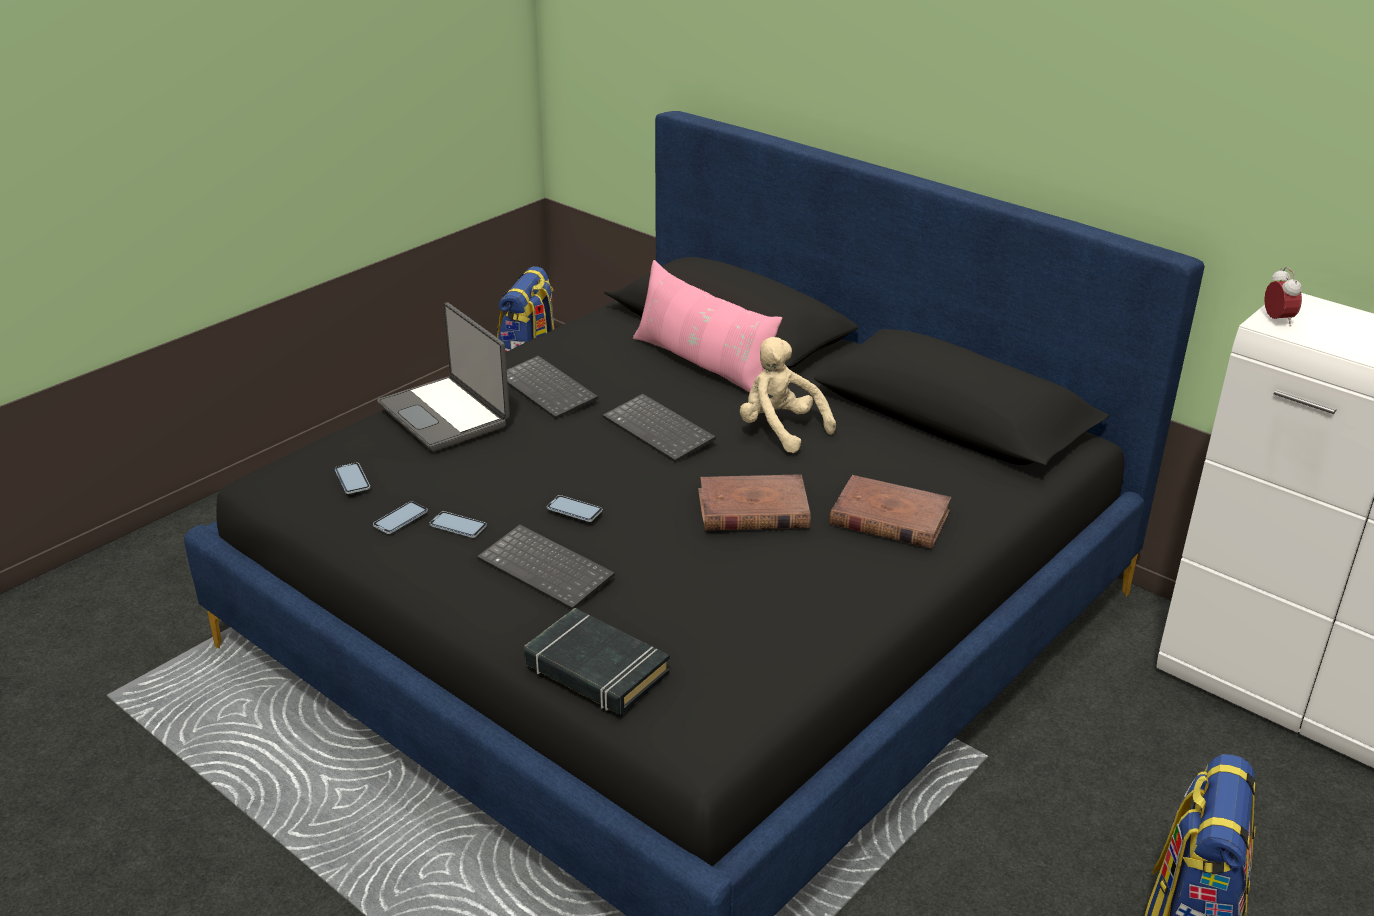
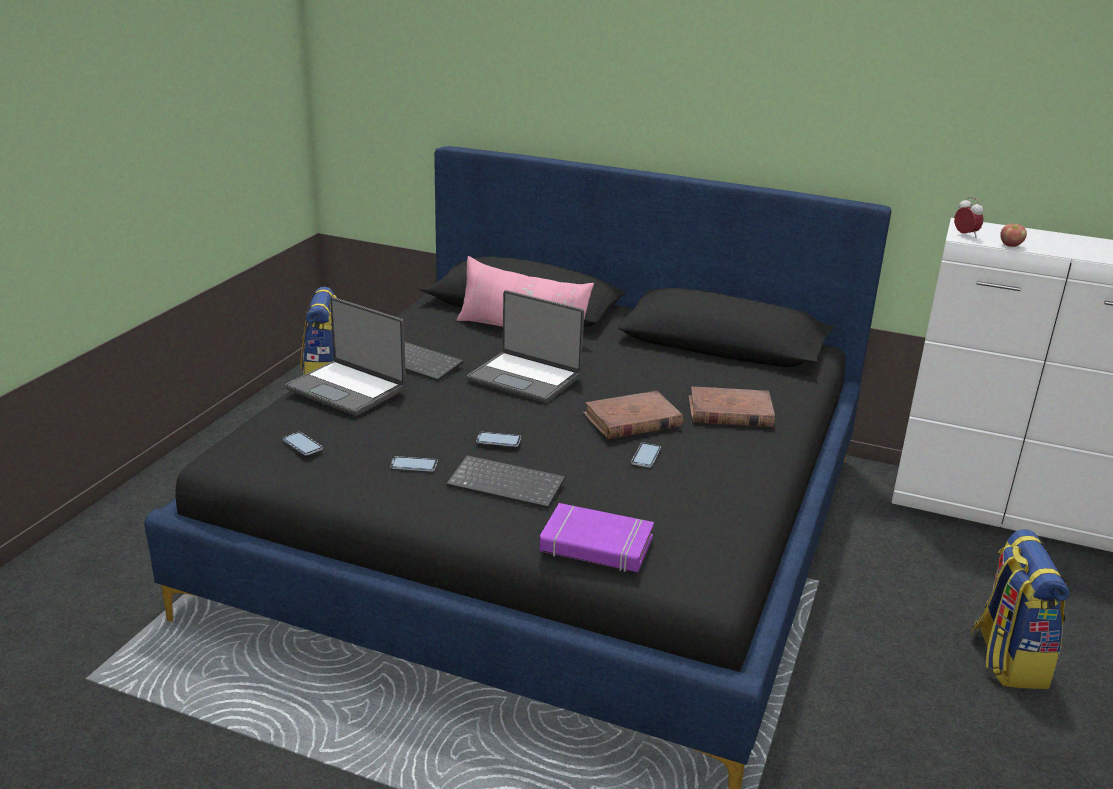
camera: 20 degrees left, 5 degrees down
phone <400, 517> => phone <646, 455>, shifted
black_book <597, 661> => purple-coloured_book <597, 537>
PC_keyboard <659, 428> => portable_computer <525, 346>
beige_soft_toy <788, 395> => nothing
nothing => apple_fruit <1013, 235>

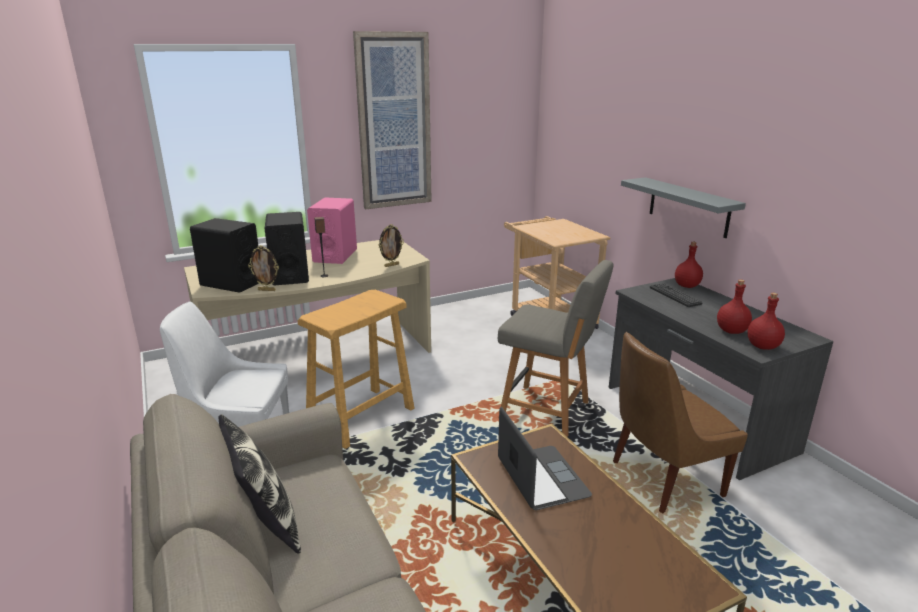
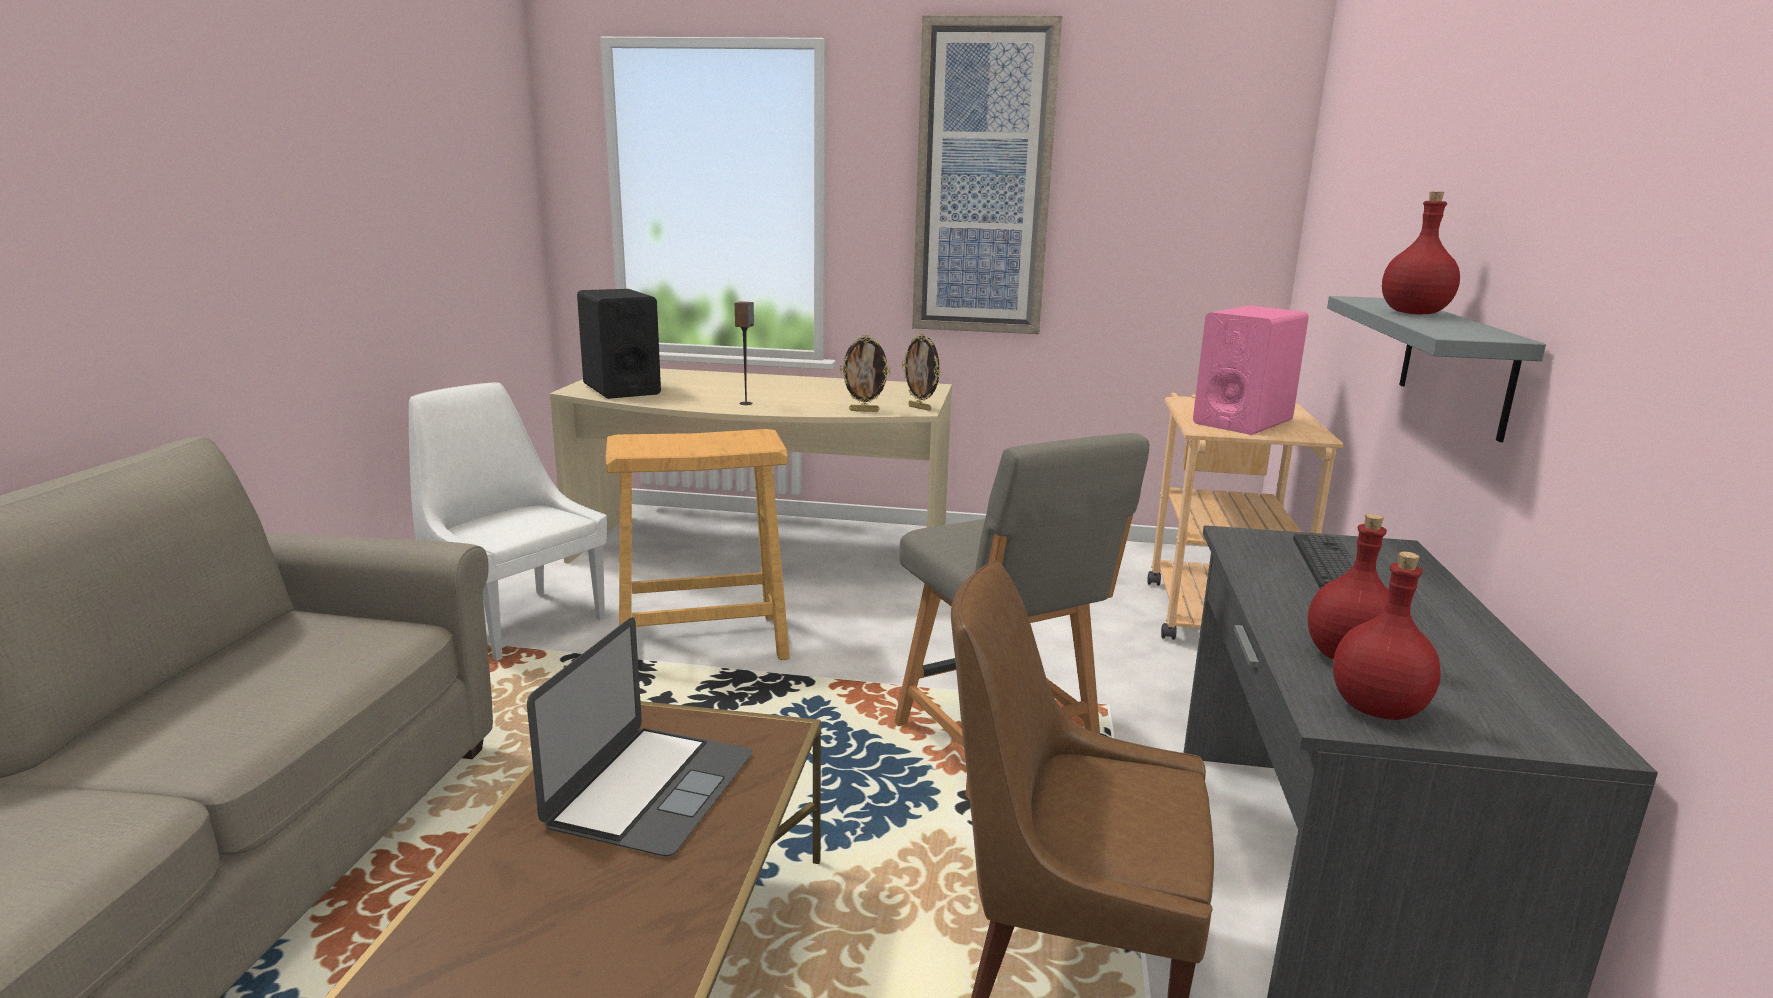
camera: 35 degrees right, 5 degrees down
pillow <259, 484> => nothing
picture_frame <263, 268> => picture_frame <921, 372>, shifted
black_audio_speaker <287, 249> => nothing
pink_audio_speaker <332, 231> => pink_audio_speaker <1251, 370>, shifted
red_bottle <689, 265> => red_bottle <1421, 252>, shifted

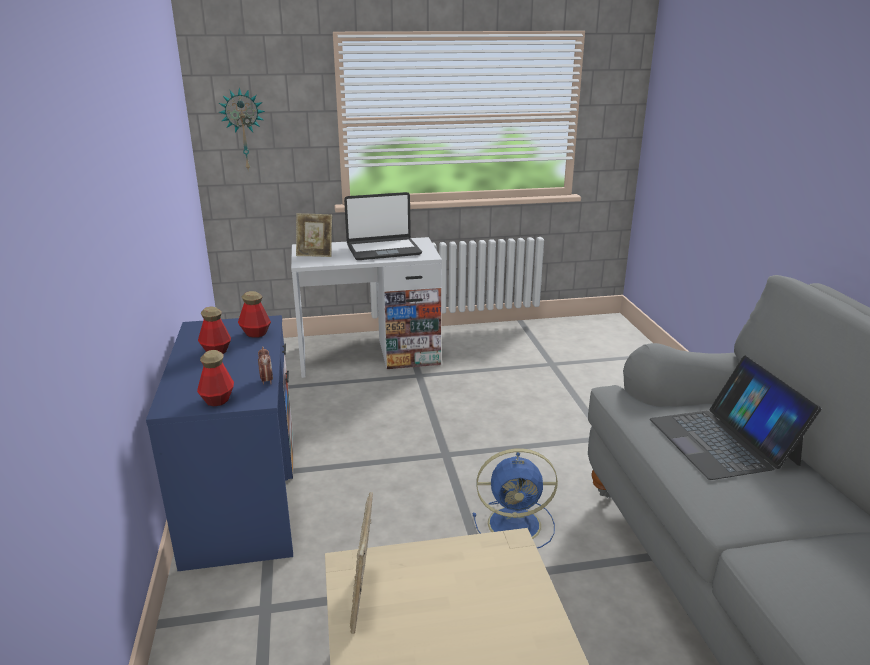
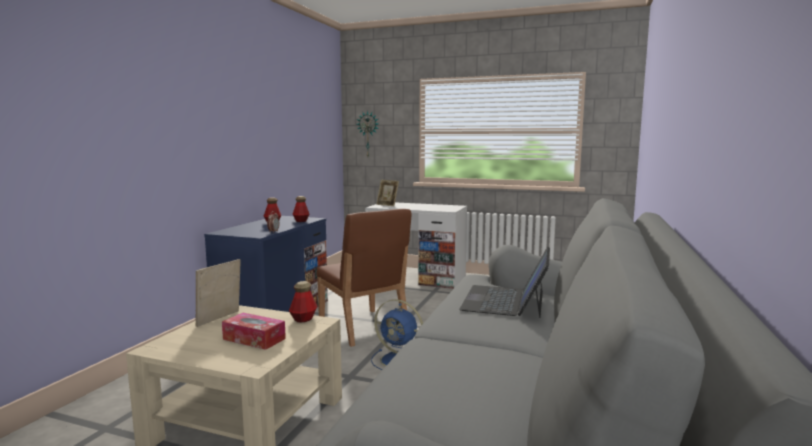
camera: 30 degrees right, 15 degrees down
bottle <215, 378> => bottle <303, 302>, shifted
portable_computer <383, 226> => nothing
nothing => tissue_box <254, 331>
nothing => brown_upright_chair <363, 278>

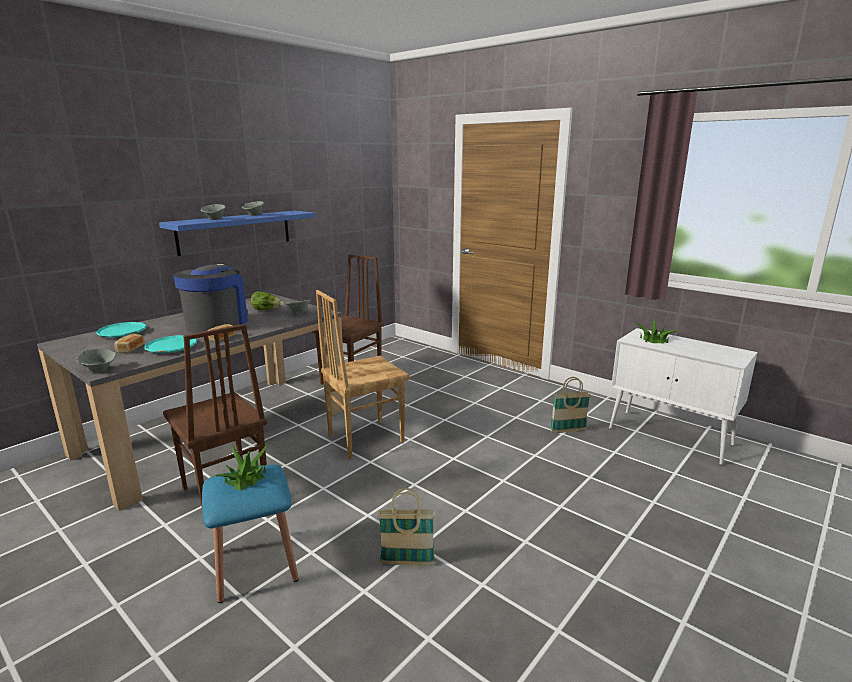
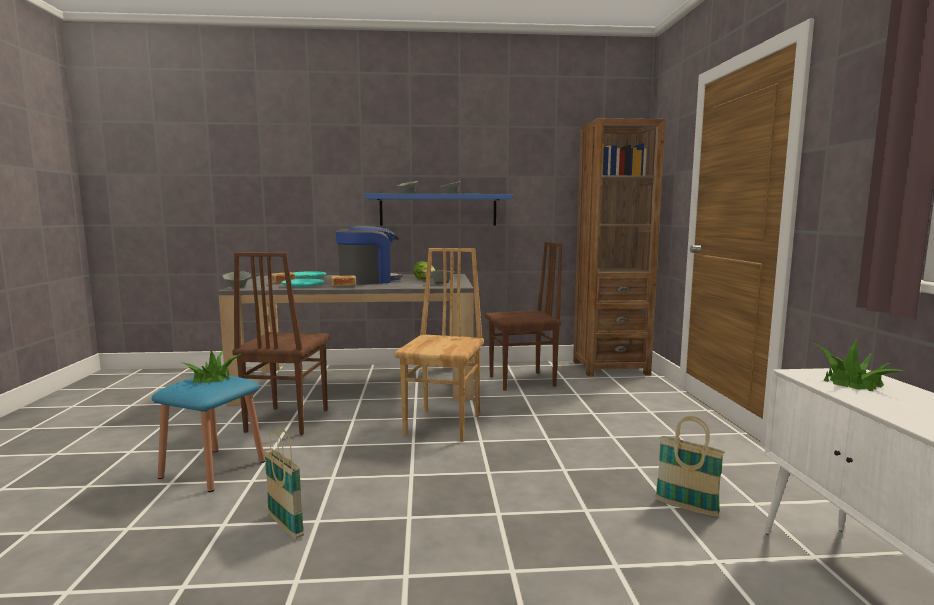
camera: 45 degrees right, 10 degrees down
brown_upright_chair <363, 374> => brown_upright_chair <439, 345>, 90 degrees clockwise
nothing => brown_shelving_unit <619, 247>

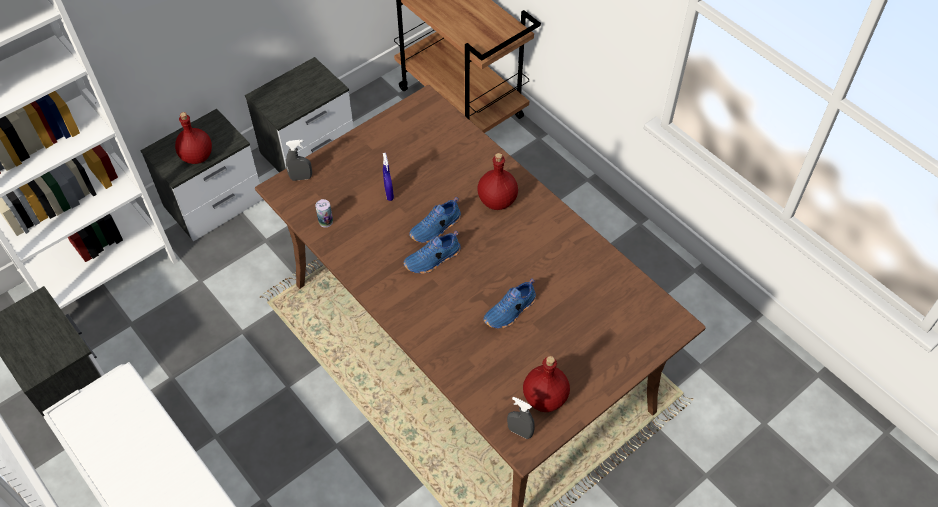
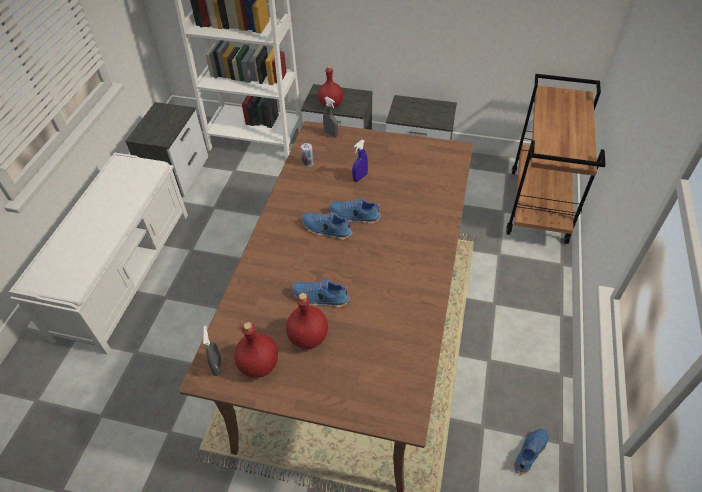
camera: 55 degrees right, 5 degrees down
red_bottle <497, 181> => red_bottle <307, 321>, shifted
nothing => bluish_low_shoe <531, 451>

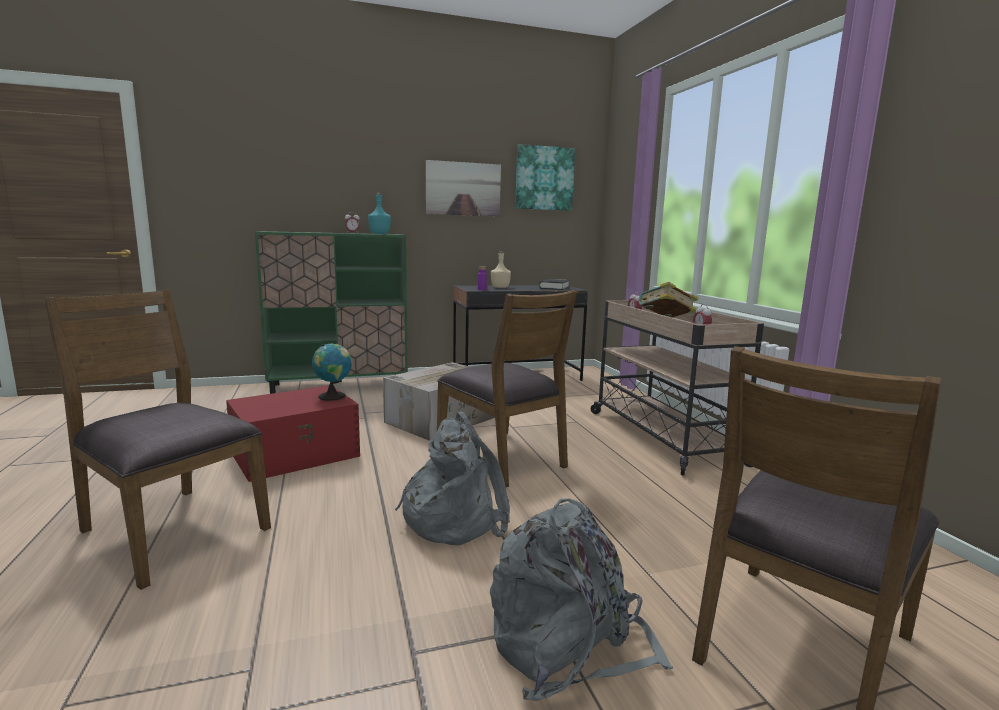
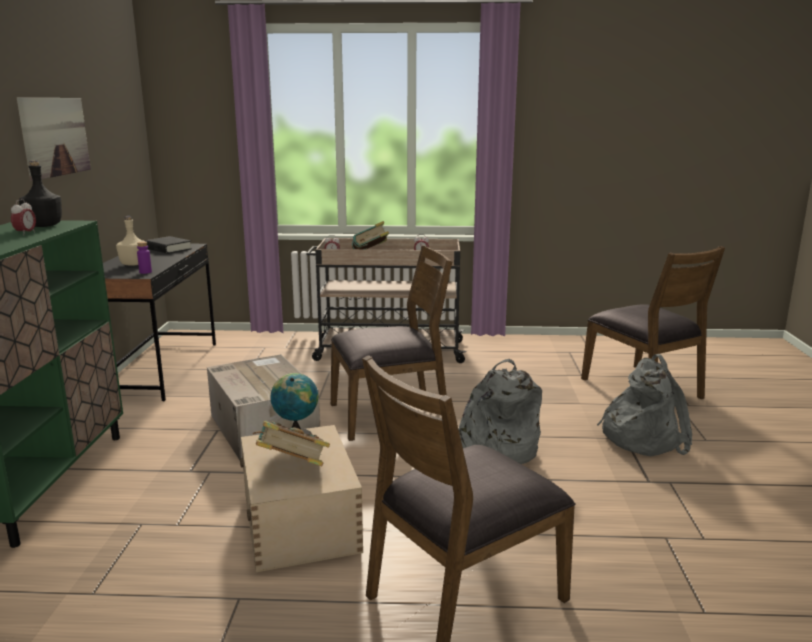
camera: 70 degrees left, 5 degrees up
red_storage_container <293, 433> => beige_storage_container <301, 498>
blue-green_bottle <379, 213> => black_bottle <40, 193>
wall_picture <545, 177> => nothing
nothing => book <291, 443>

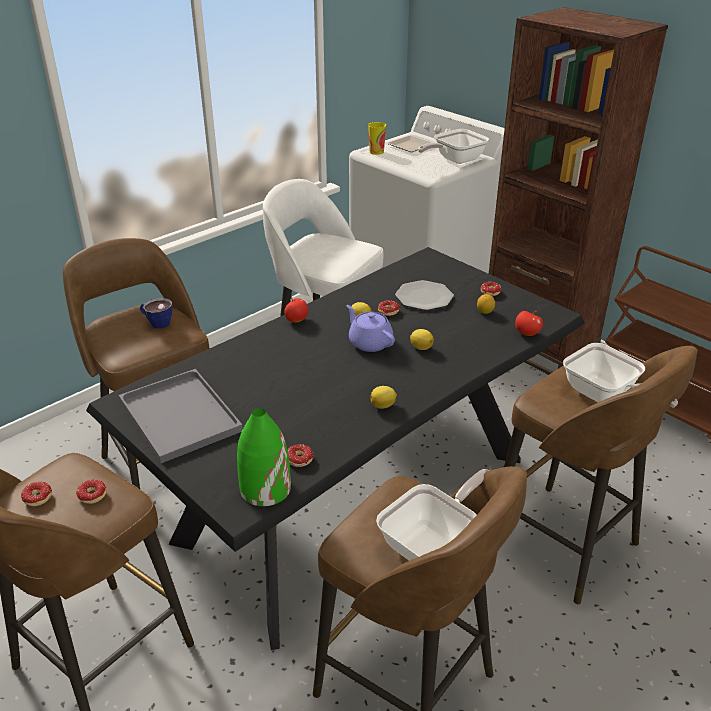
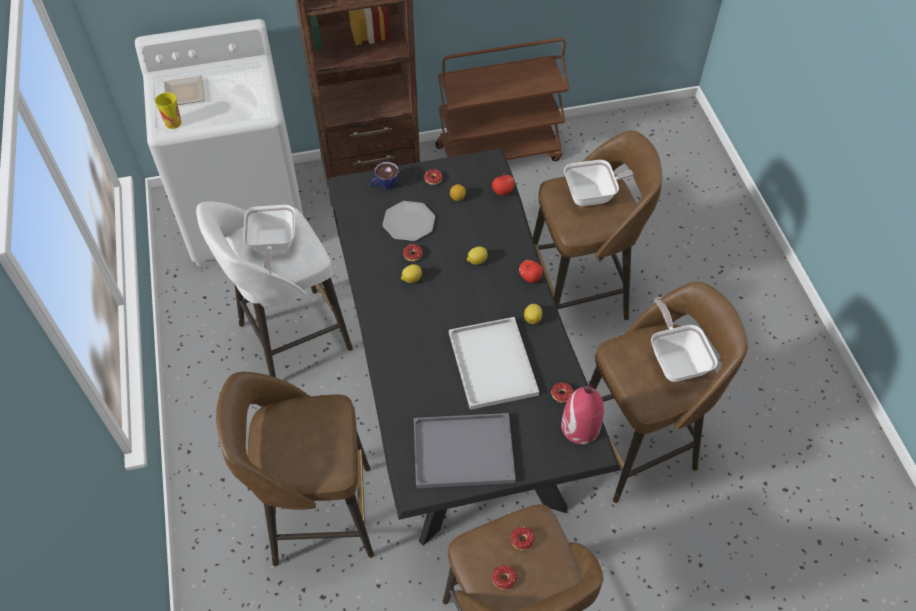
camera: 60 degrees left, 20 degrees up
drinking_cup <156, 313> => drinking_cup <384, 175>, shifted
green-coloured_vase <264, 457> => red_vase <582, 414>
apple_fruit <296, 310> => apple_fruit <531, 271>, shifted
purple-coloured_pot_for_tea <370, 328> => nothing
skillet <453, 146> => skillet <269, 240>, shifted
nothing => whitish_tray <494, 363>

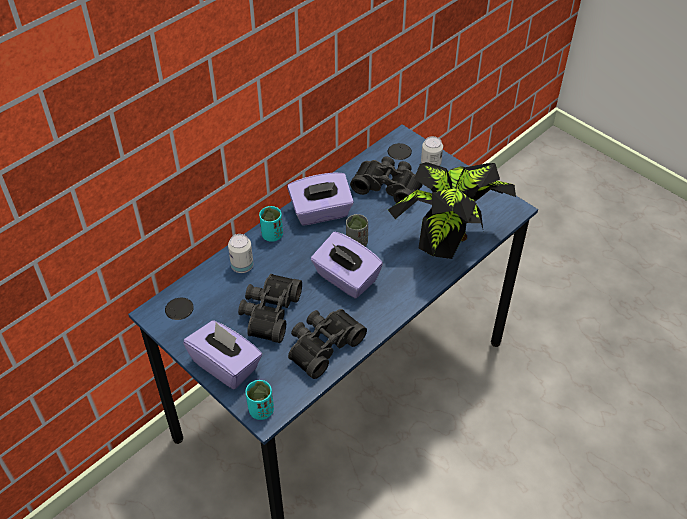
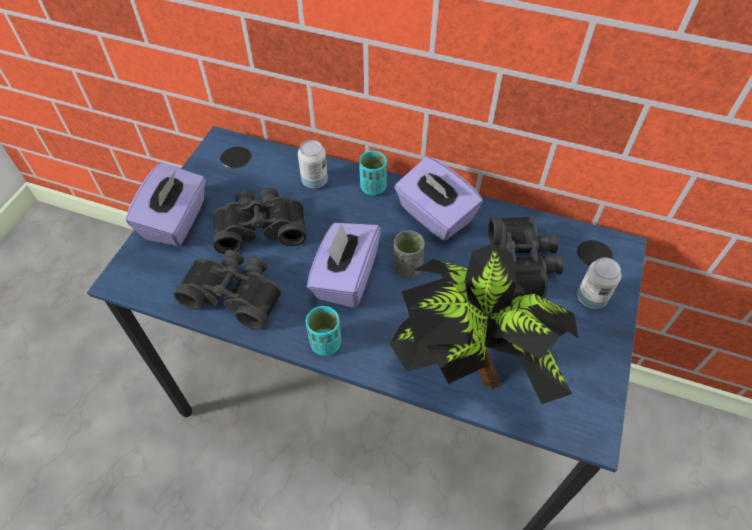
camera: 65 degrees right, 5 degrees up
blue-green_drinking_cup <259, 400> => blue-green_drinking_cup <323, 331>, shifted

